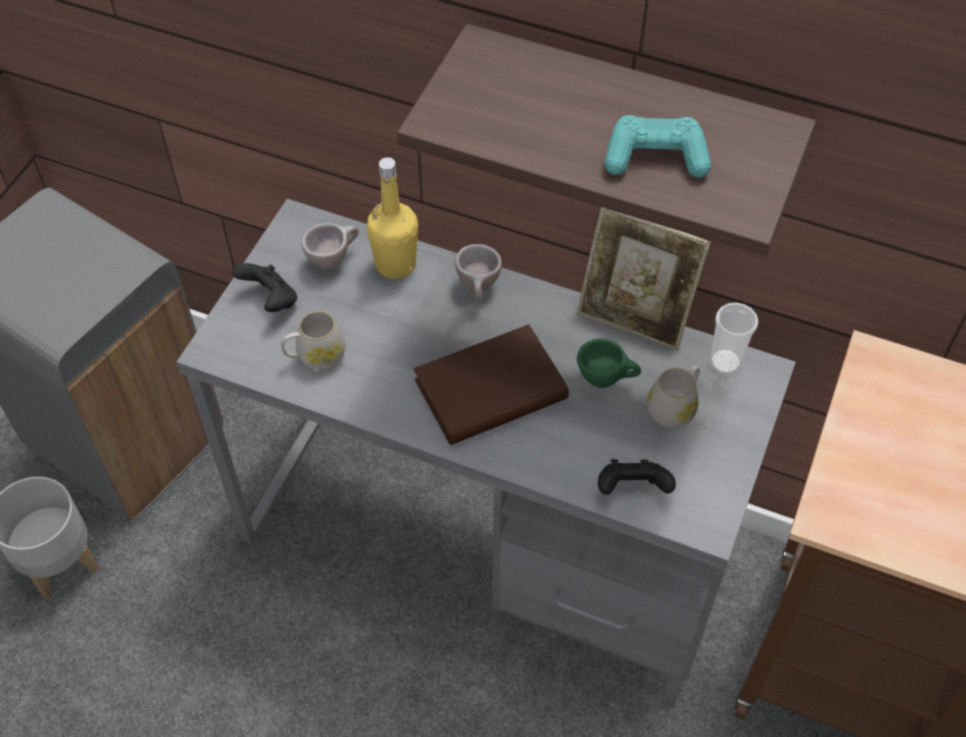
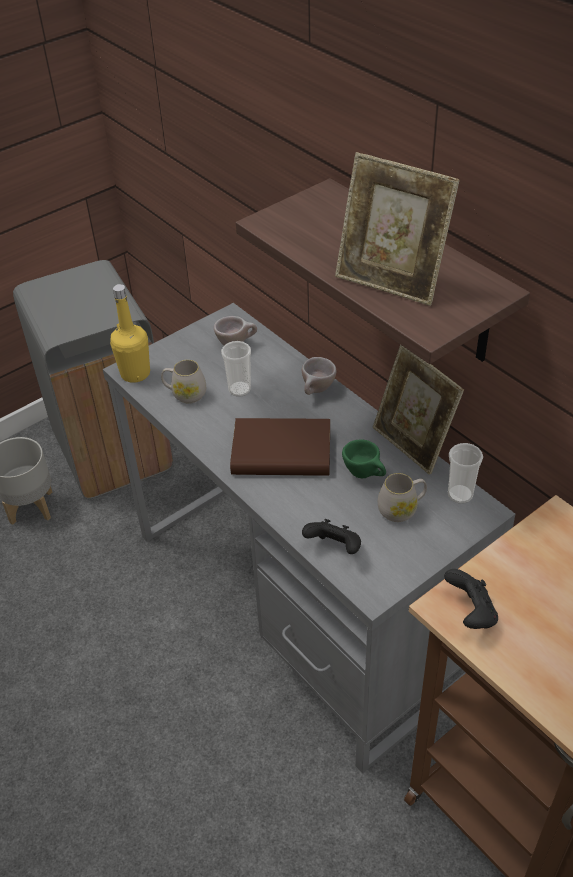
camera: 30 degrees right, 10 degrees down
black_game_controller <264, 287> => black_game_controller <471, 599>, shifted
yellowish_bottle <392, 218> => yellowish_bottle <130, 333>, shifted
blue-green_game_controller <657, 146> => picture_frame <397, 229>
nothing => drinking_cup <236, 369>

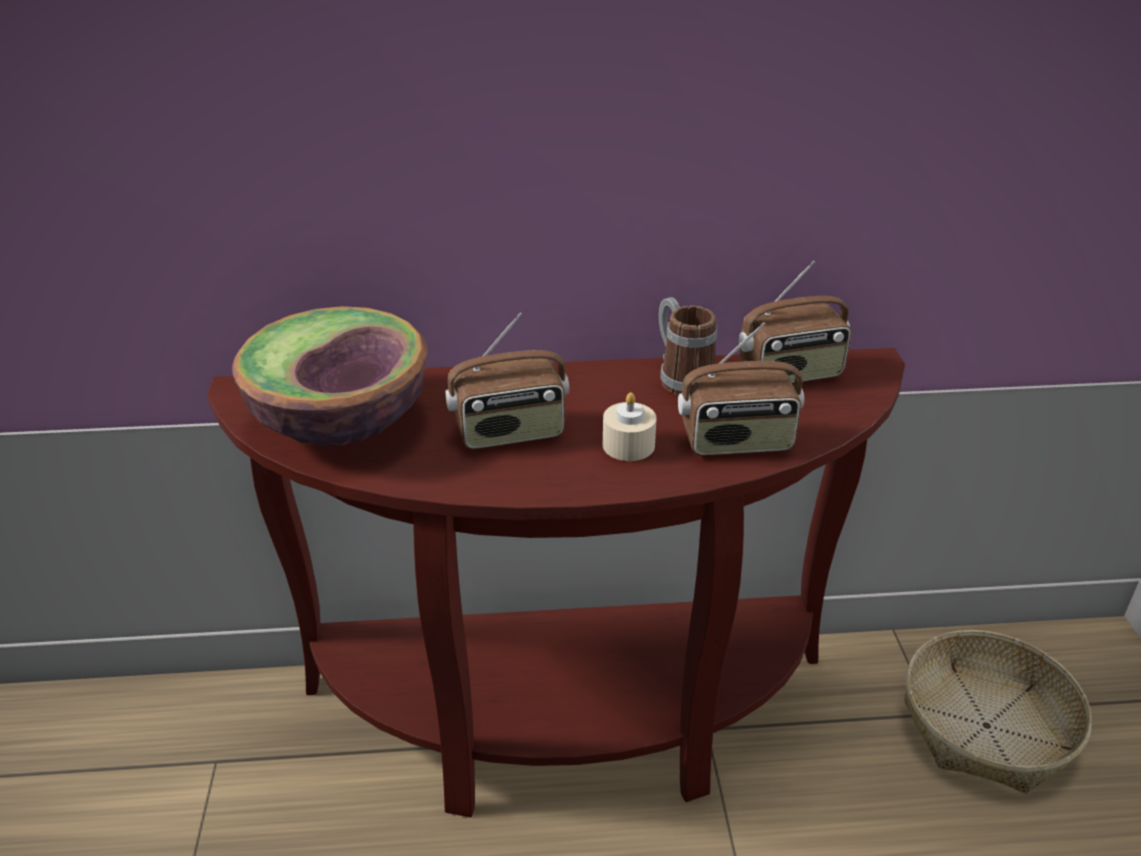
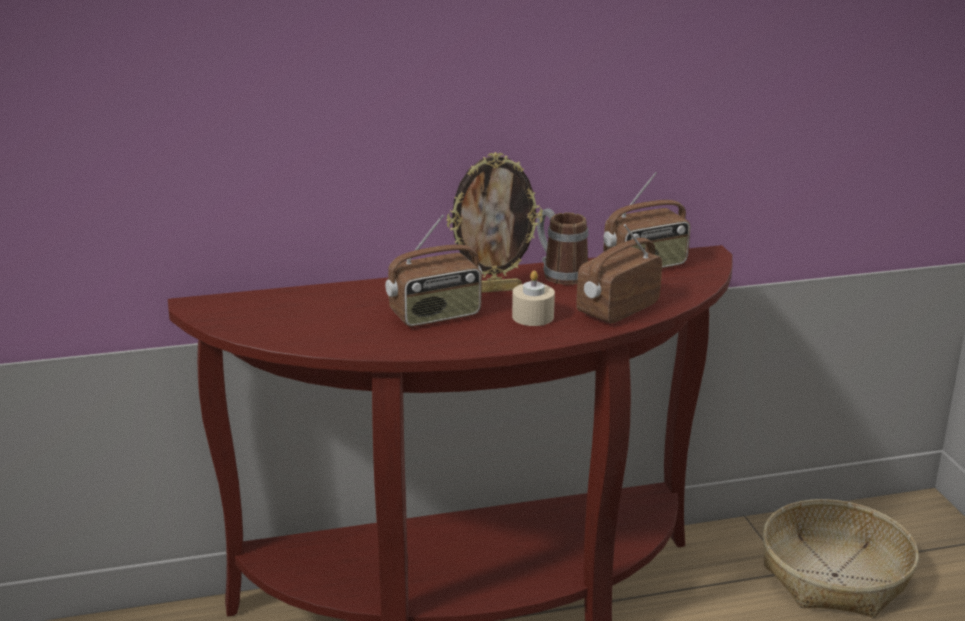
camera: 10 degrees left, 10 degrees down
deep_dish <330, 376> => nothing
radio_set <741, 389> => radio_set <619, 274>, 150 degrees clockwise
nothing => picture_frame <494, 222>

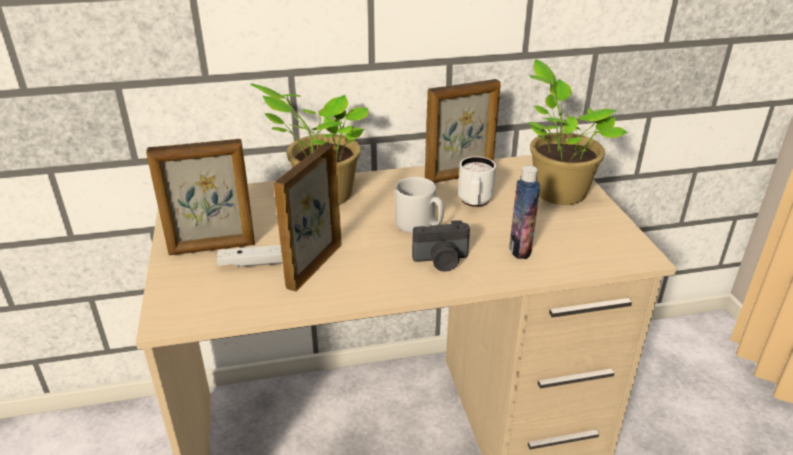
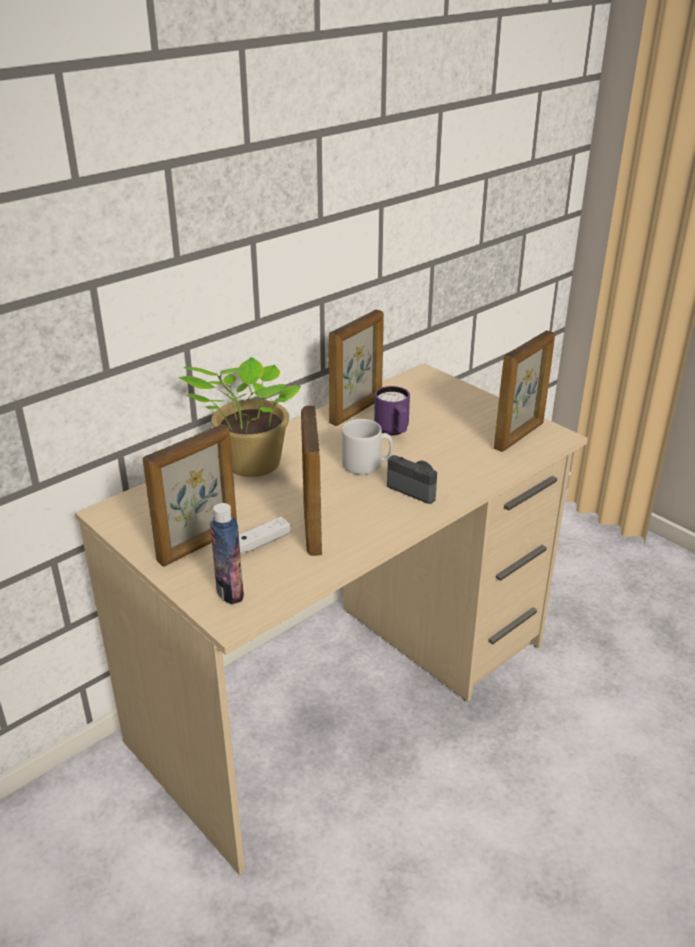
camera: 30 degrees left, 0 degrees up
photo_camera <441, 246> => photo_camera <412, 479>, 105 degrees counterclockwise
whitish_mug <477, 181> => purple-coloured_mug <392, 411>
bottle <524, 212> => bottle <227, 553>, shifted
potted_plant <578, 132> => nothing
nothing => picture_frame <524, 391>

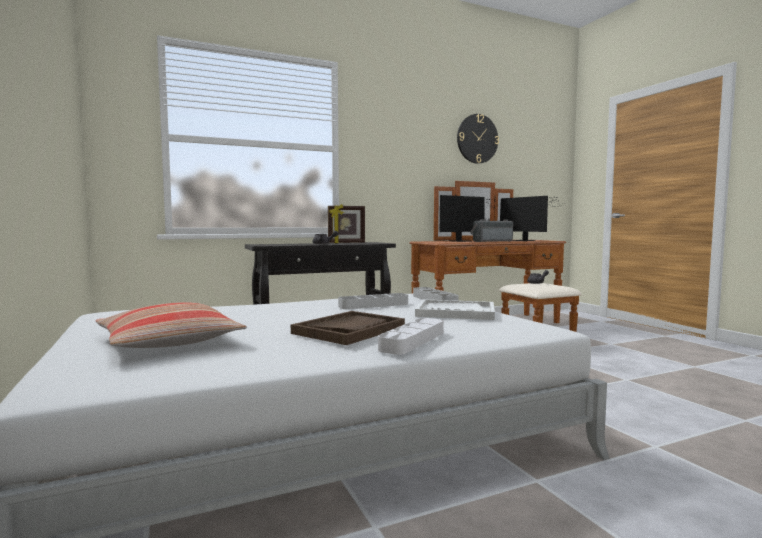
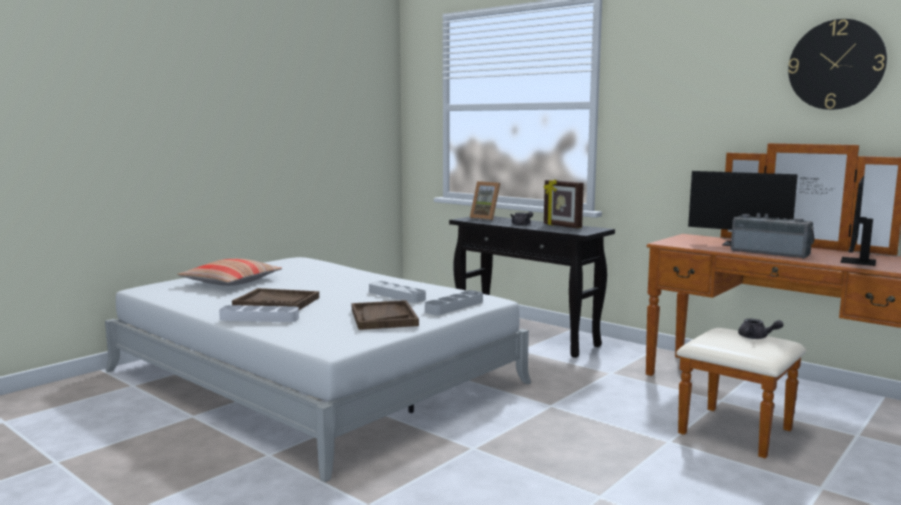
camera: 65 degrees right, 5 degrees up
whitish_tray <455, 309> => brown_tray <385, 315>
nothing => picture_frame <485, 200>

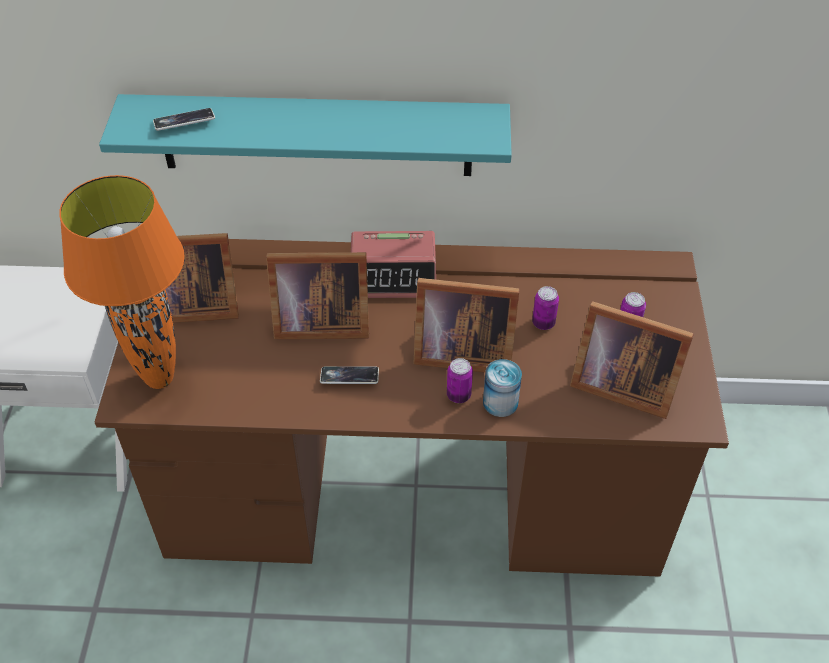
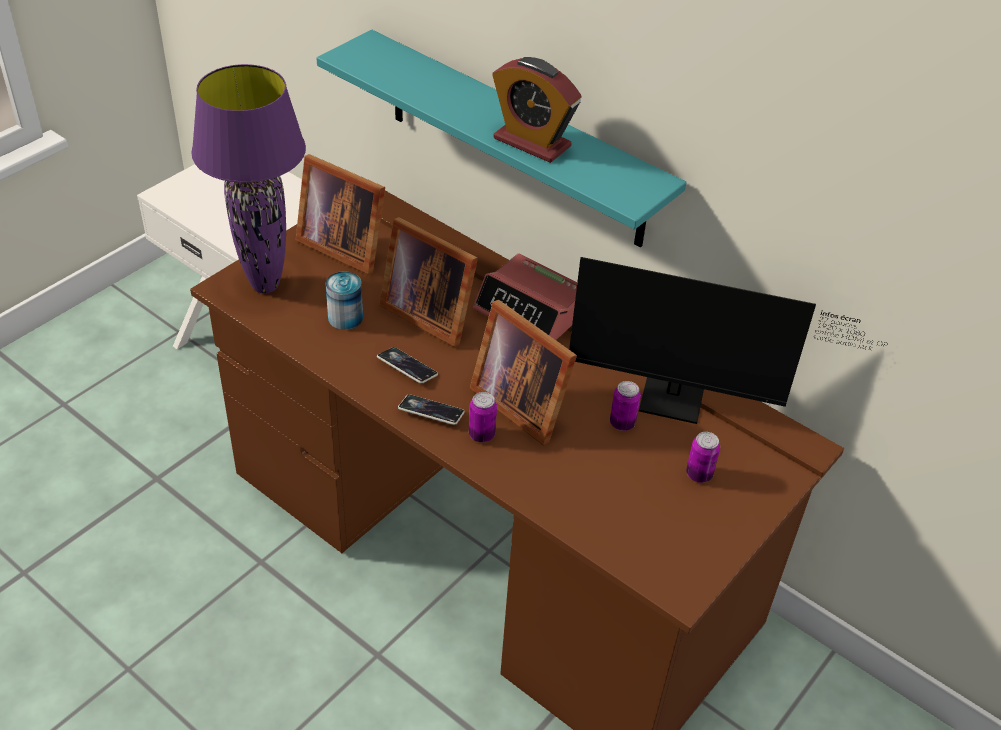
camera: 35 degrees right, 5 degrees down
orange_lamp_for_a_table <122, 282> => purple-coloured_lamp_for_a_table <248, 178>
phone <184, 119> => phone <431, 409>, shifted
can <502, 388> => can <344, 300>, shifted
picture_frame <632, 360> => nothing
nothing => bedside_clock <536, 110>
nothing => computer_screen <728, 340>

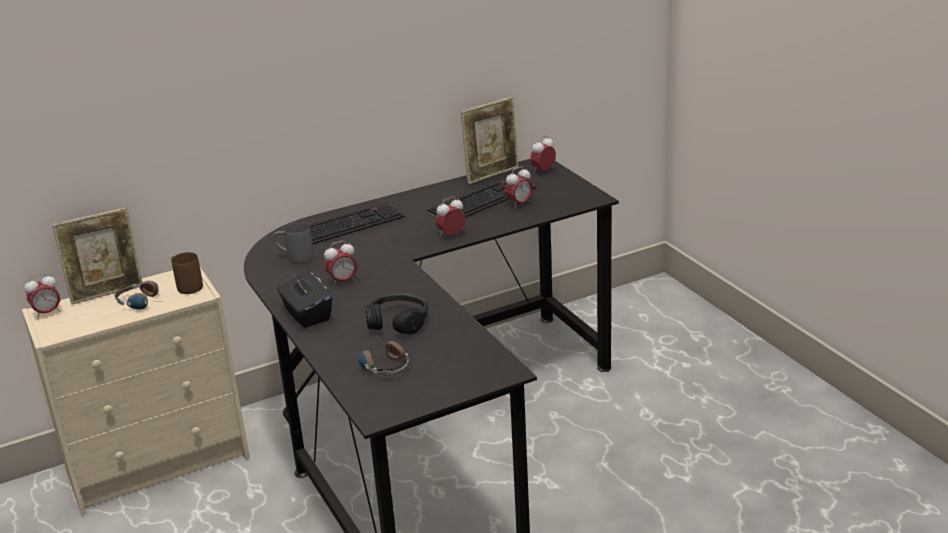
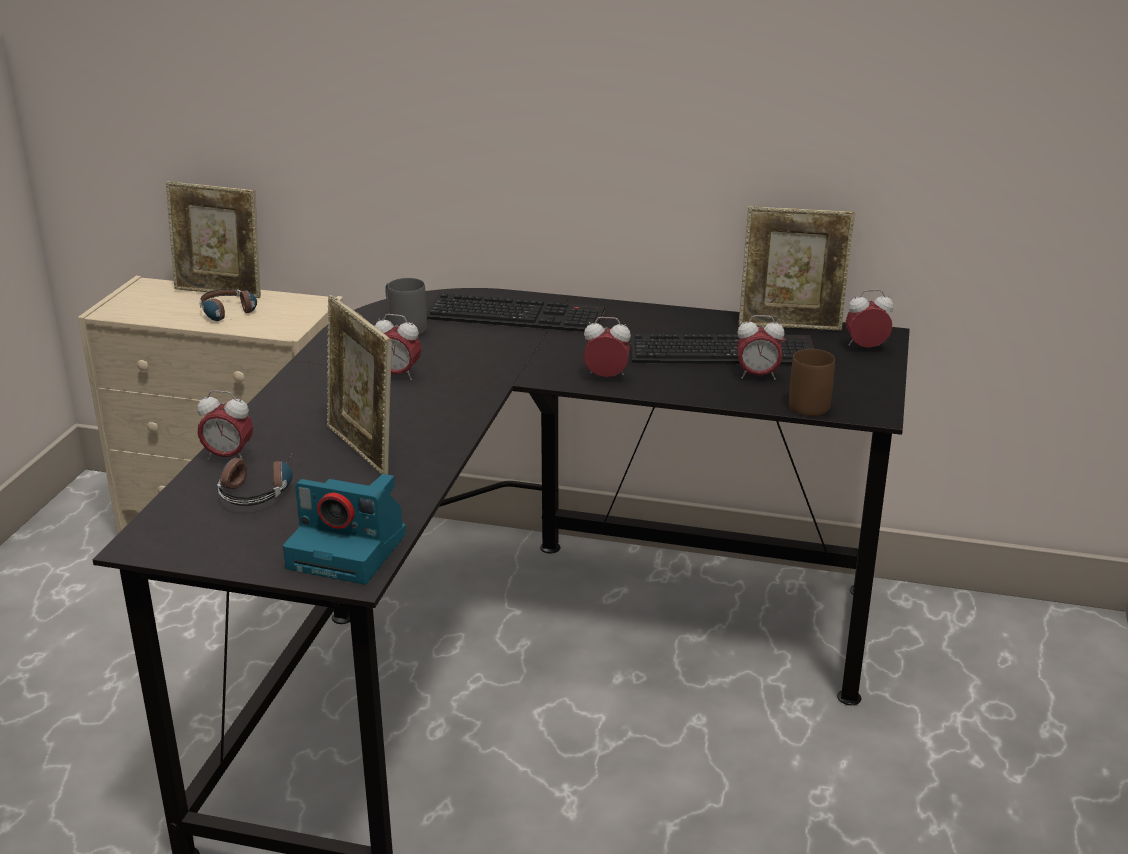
camera: 40 degrees right, 0 degrees up
bedside_clock <42, 295> => bedside_clock <225, 425>, shifted
brown_mug <187, 273> => brown_mug <812, 382>, shifted
black_tissue_box <304, 299> => nothing
black_pair_of_headphones <396, 314> => picture_frame <359, 385>
nothing => photo_camera <344, 529>

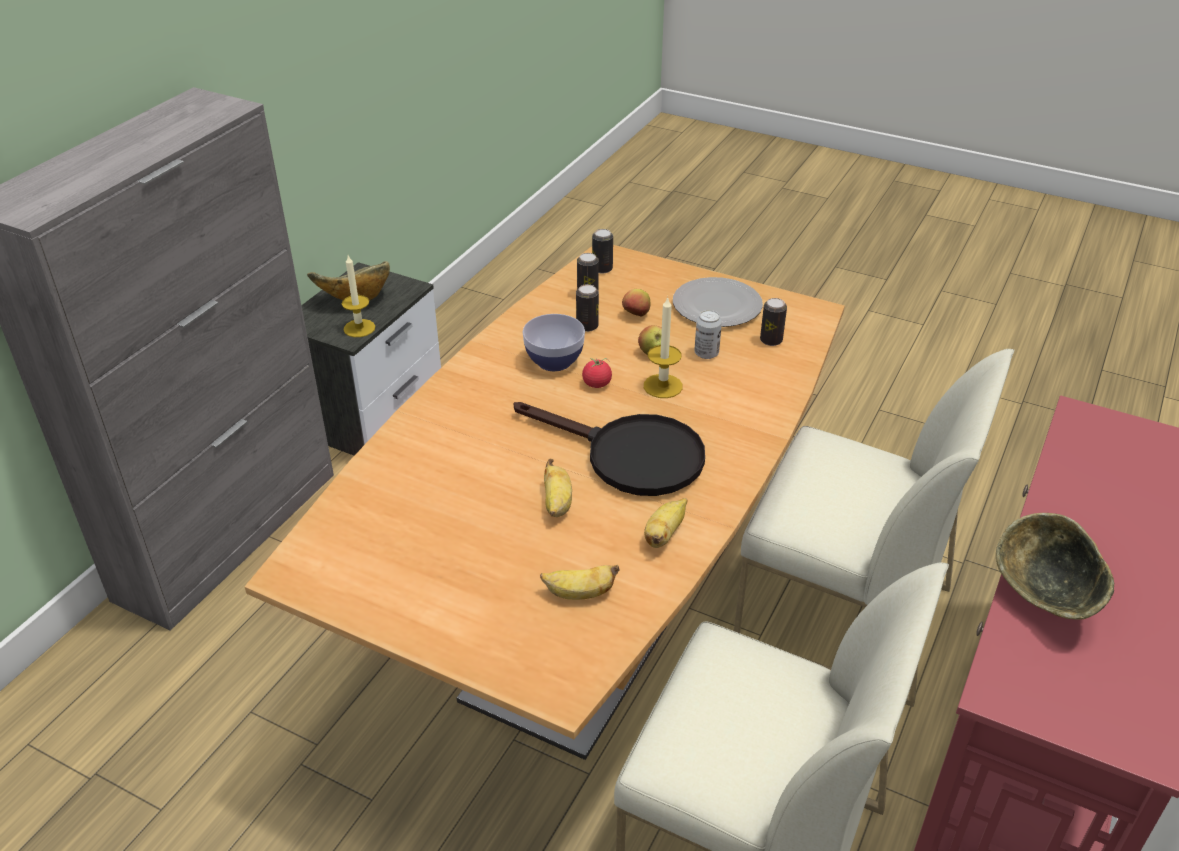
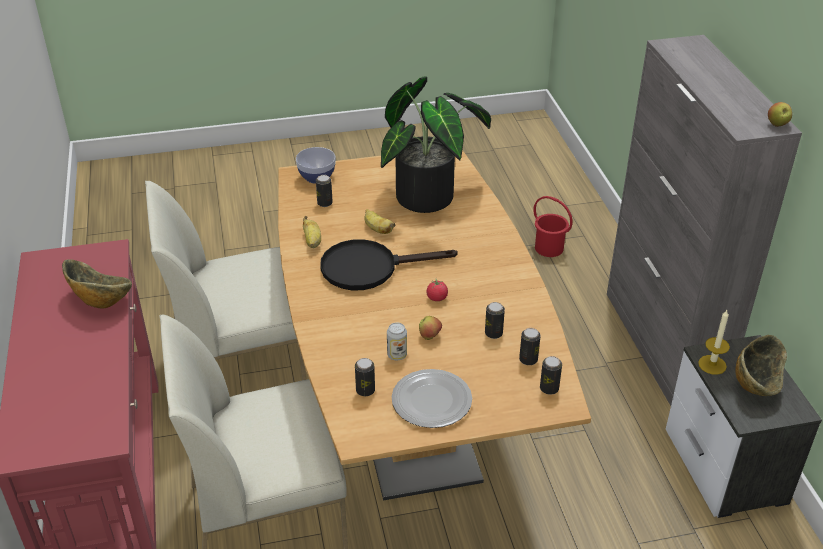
camera: 140 degrees right, 0 degrees up
deep_dish <554, 342> => deep_dish <315, 165>, shifted
banana_fruit <579, 582> => can <324, 191>
apple_fruit <636, 302> => apple_fruit <780, 114>, shifted
wax_light <663, 347> => nothing
nothing => potted_plant <436, 144>
nothing => red_water_bucket <553, 226>

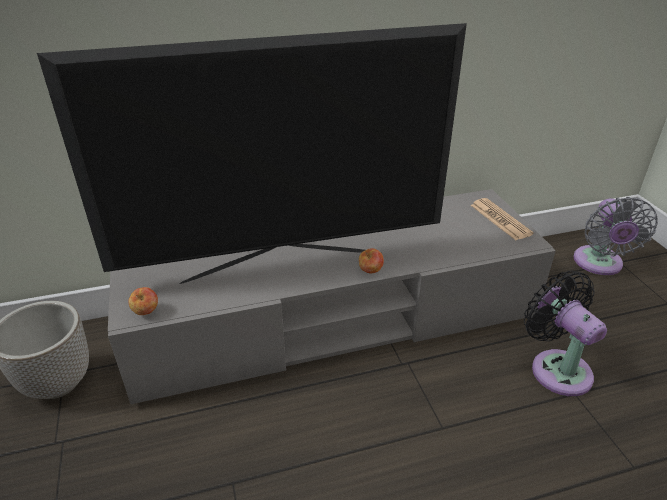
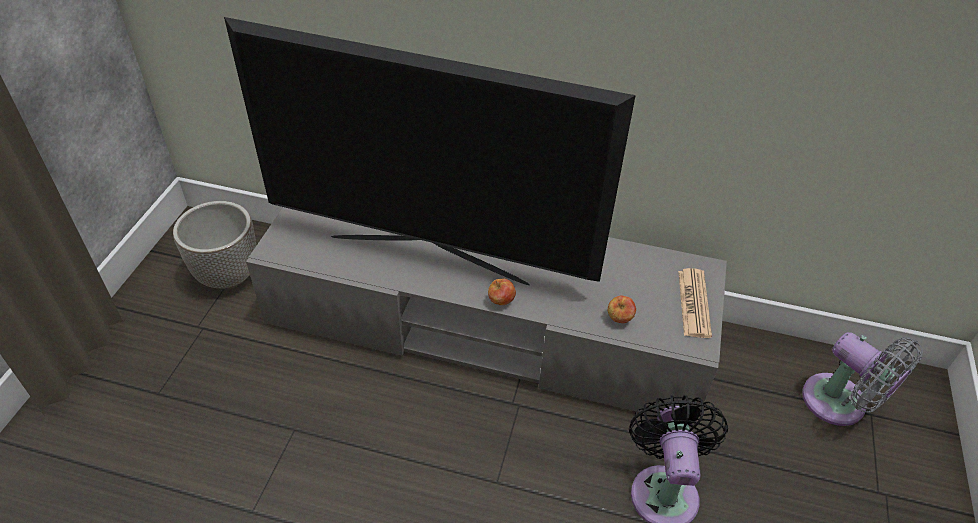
camera: 30 degrees right, 10 degrees up
apple_fruit <143, 301> => apple_fruit <622, 309>, shifted
greyish_fan <615, 236> => greyish_fan <862, 379>, 75 degrees counterclockwise

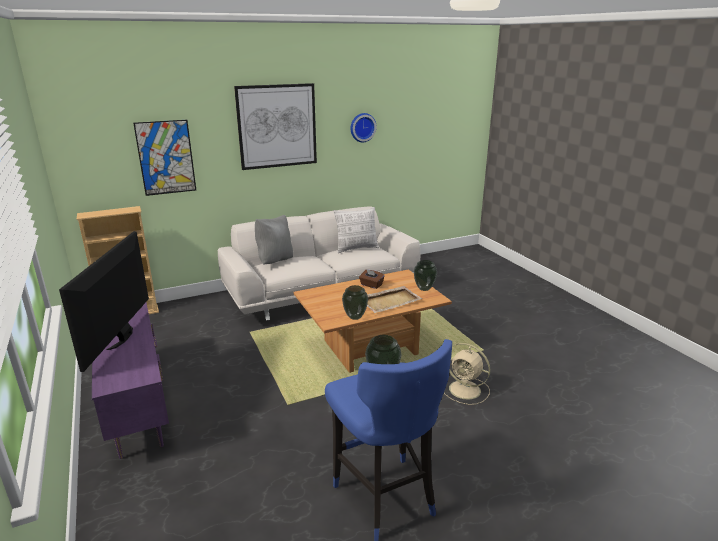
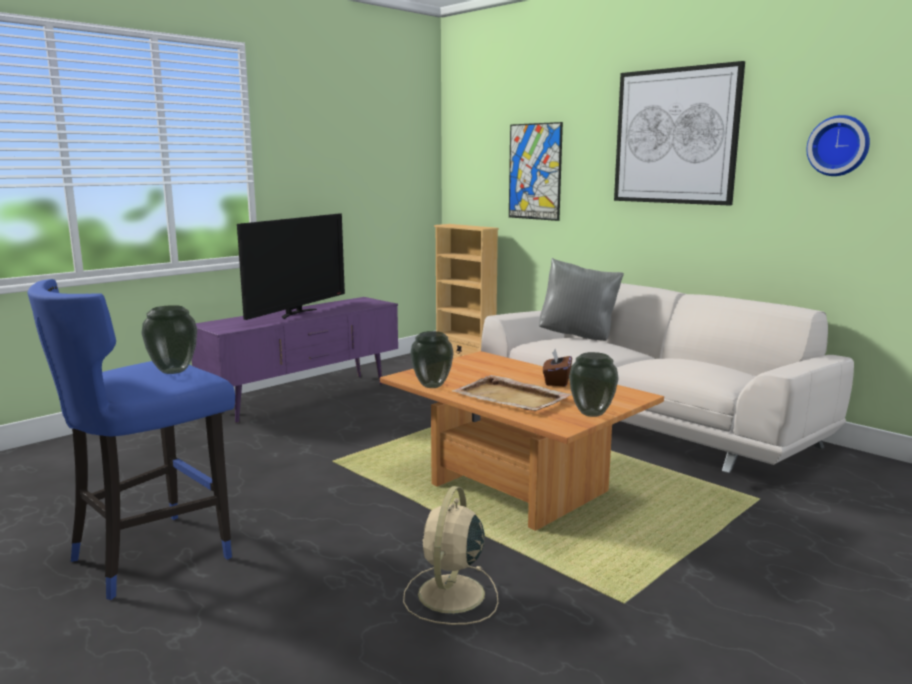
camera: 70 degrees right, 10 degrees down
television <104, 301> => television <291, 267>, 135 degrees clockwise
pillow <356, 230> => nothing

